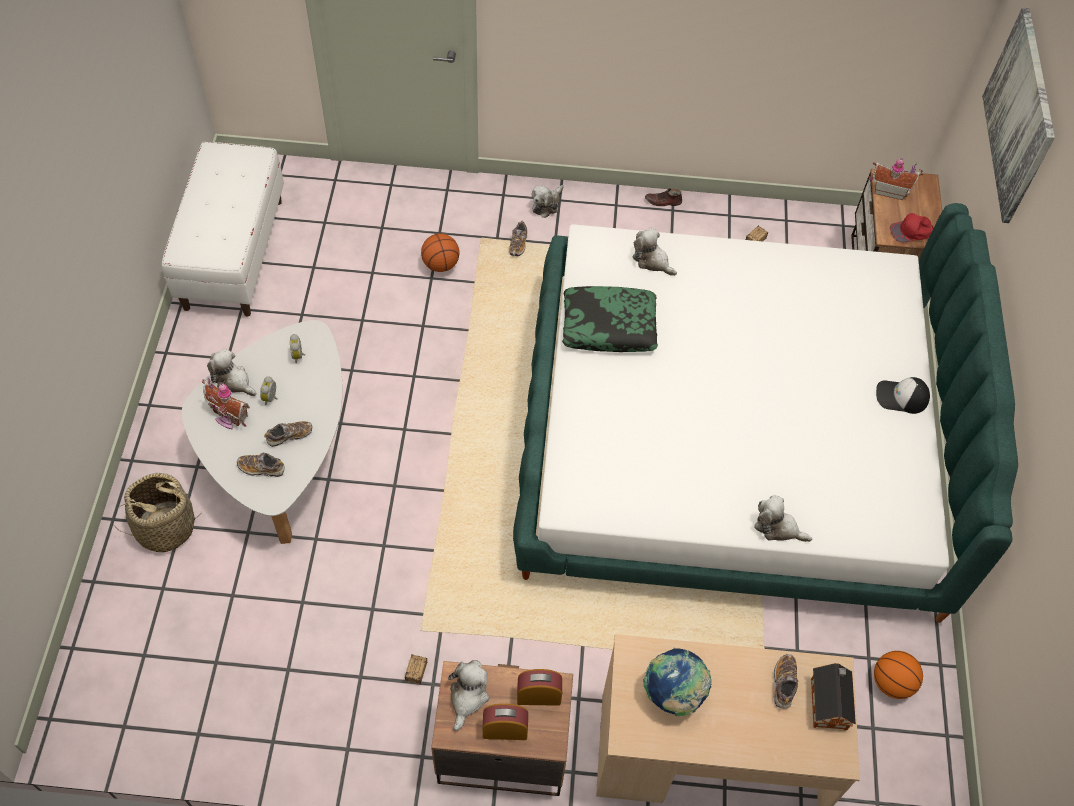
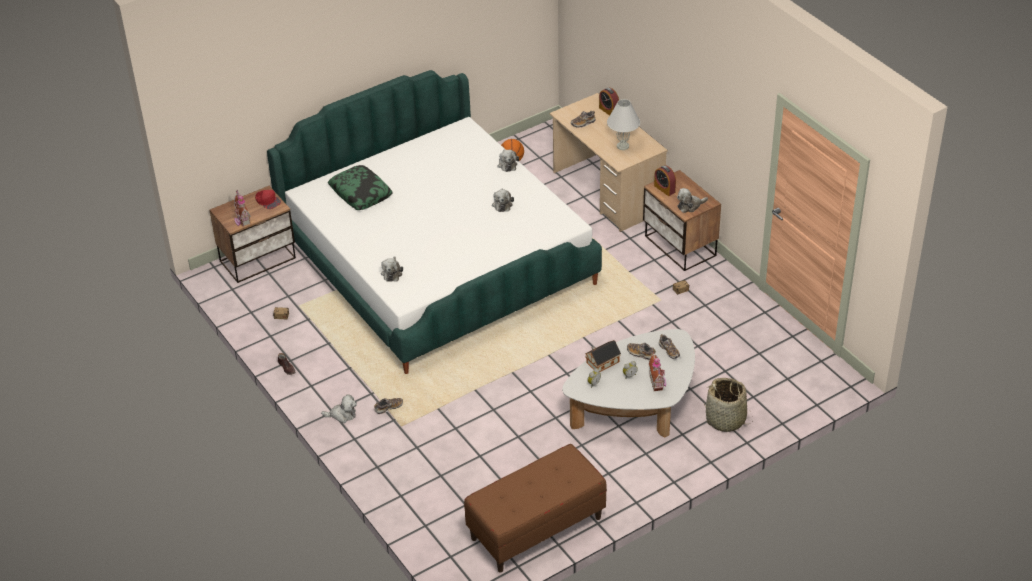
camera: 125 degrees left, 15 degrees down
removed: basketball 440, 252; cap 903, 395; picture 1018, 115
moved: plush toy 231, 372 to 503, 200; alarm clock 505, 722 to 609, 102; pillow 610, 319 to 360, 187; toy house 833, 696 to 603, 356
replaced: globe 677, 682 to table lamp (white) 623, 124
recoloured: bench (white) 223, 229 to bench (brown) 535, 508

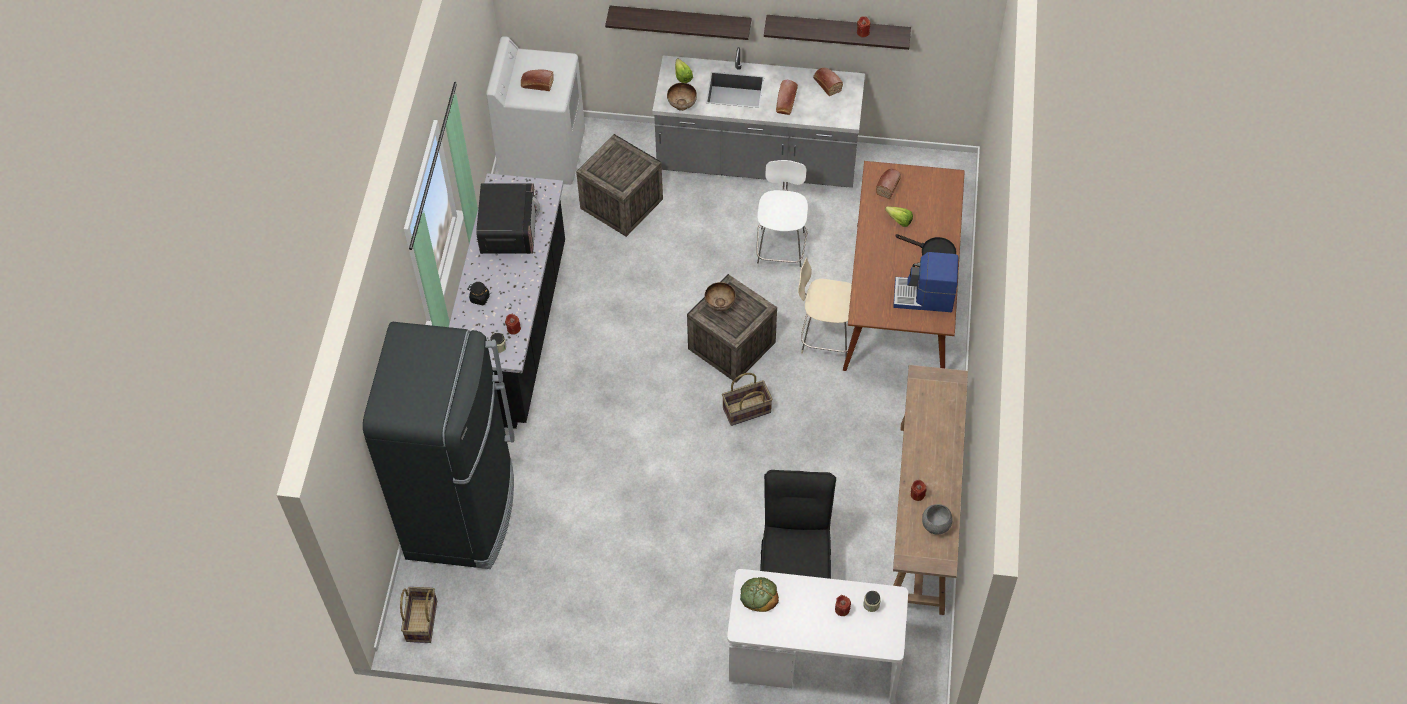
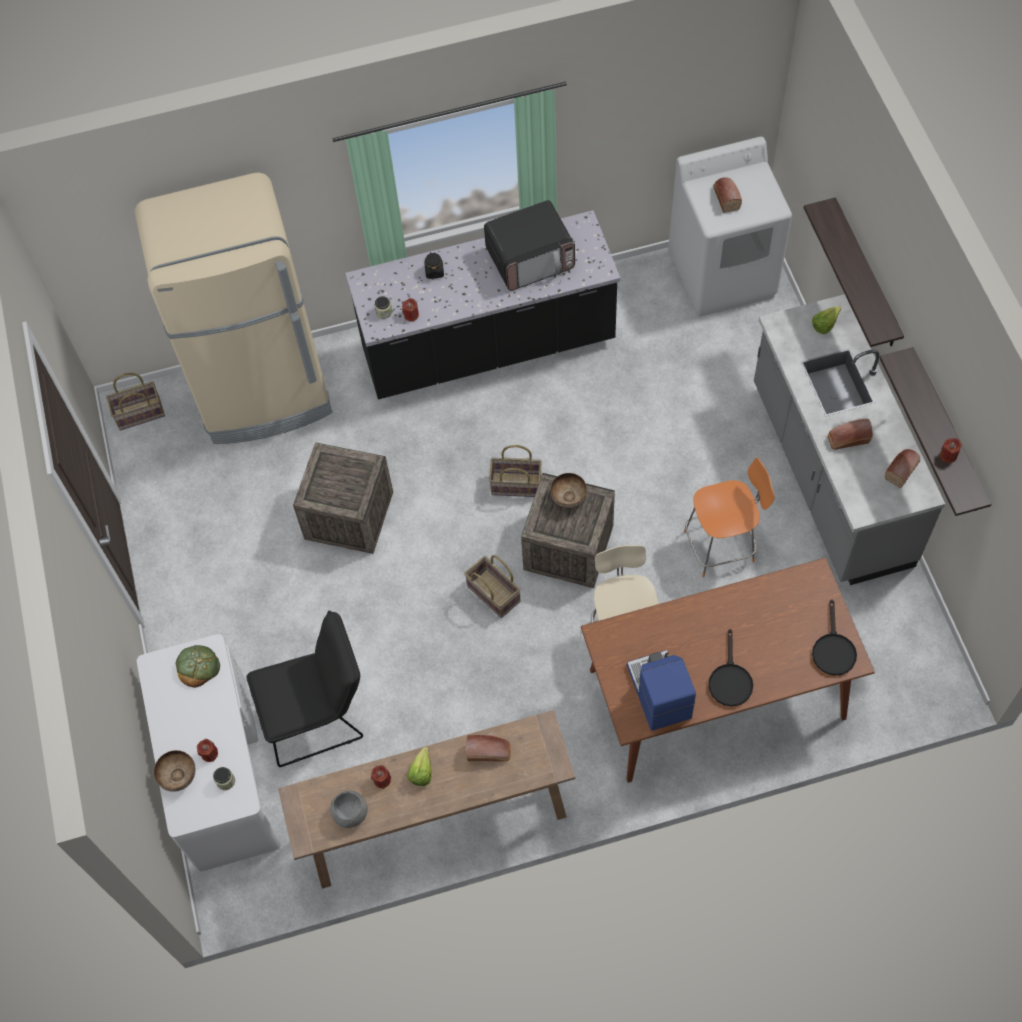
camera: 70 degrees right, 5 degrees up
added: basket 515, 471; frying pan (black) 834, 637
moved: crate 619, 185 to 343, 498; bowl 682, 97 to 175, 771; bread 888, 184 to 488, 748; lettuce 899, 216 to 419, 766
recoloured: fridge (black) 439, 445 to fridge (beige) 233, 308; chair (white) 782, 215 to chair (orange) 729, 517

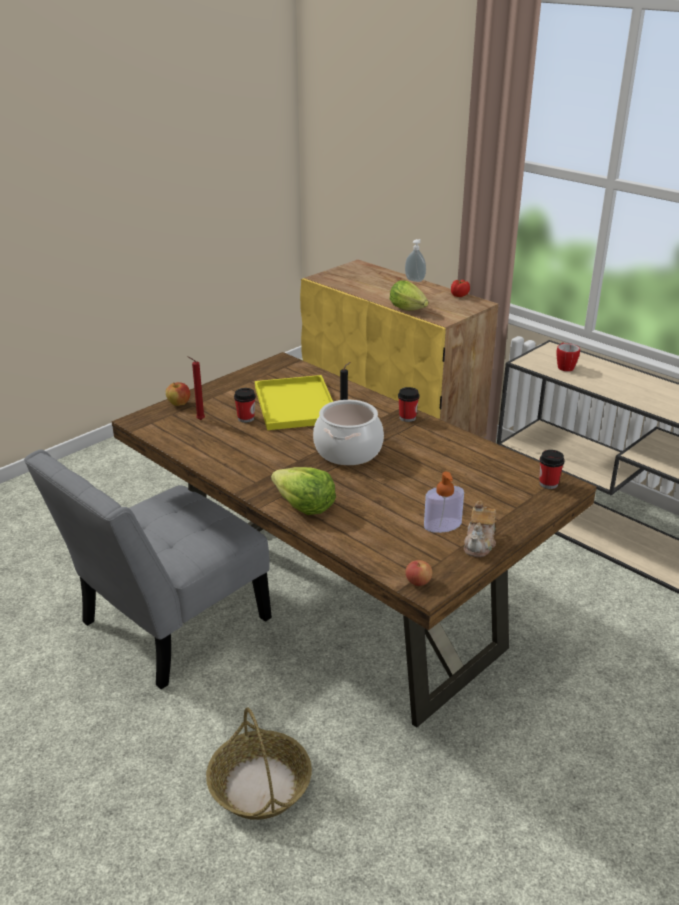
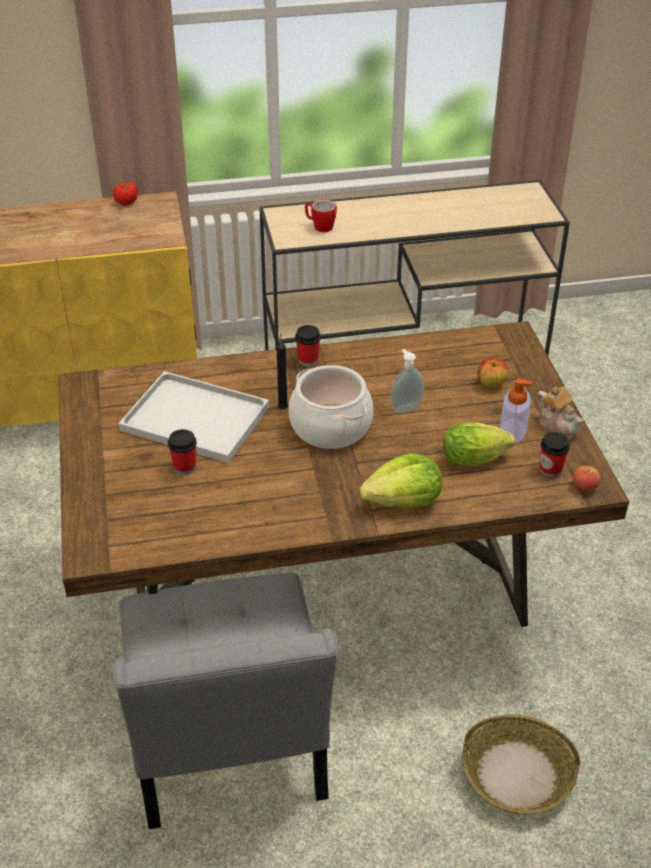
camera: 55 degrees left, 10 degrees up
removed: candle (red) 196, 388
moved: apple 178, 394 to 492, 373; lettuce 409, 295 to 479, 444; soap dispenser 415, 260 to 407, 381; cup 552, 469 to 555, 454
recoloured: tray (yellow) 294, 402 to tray (white) 193, 417

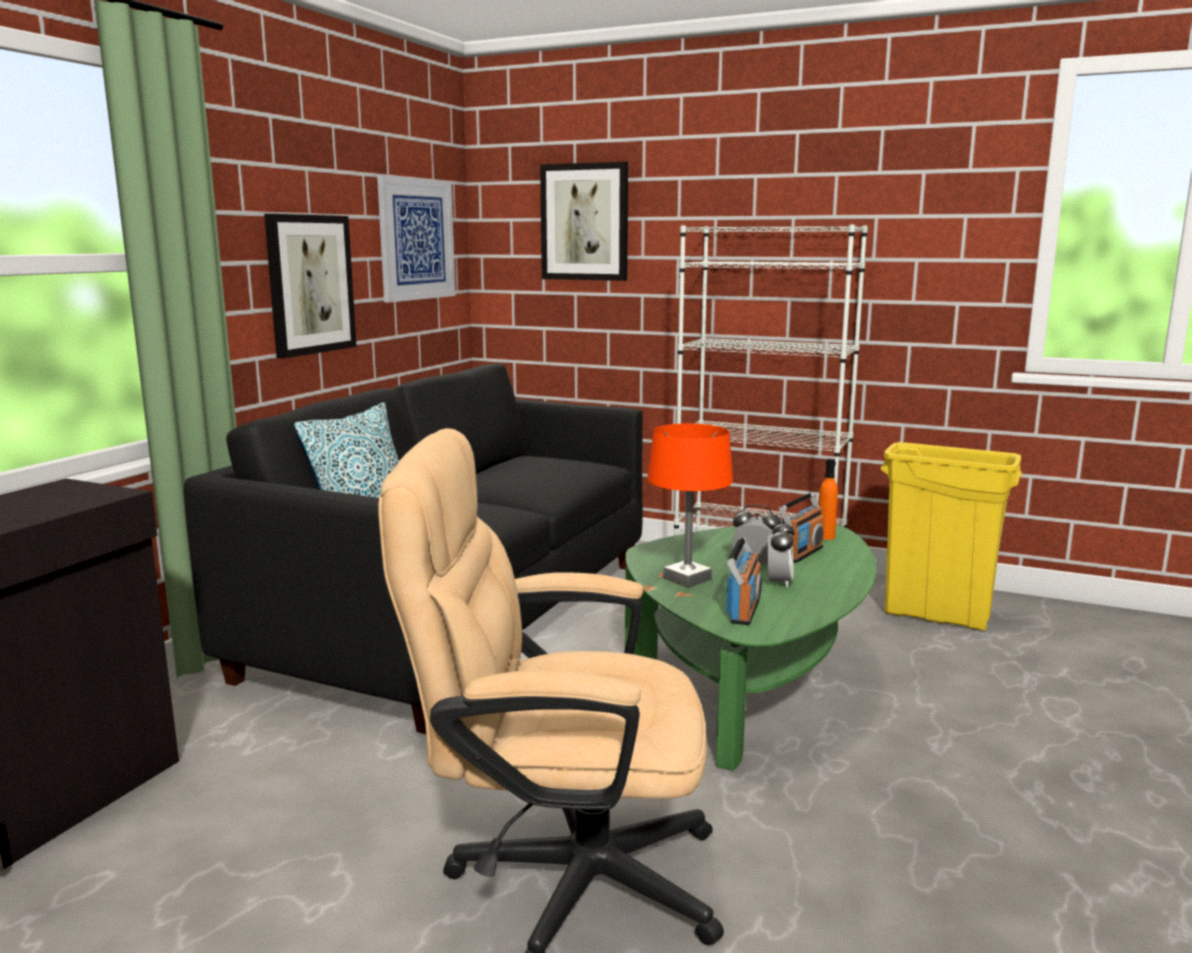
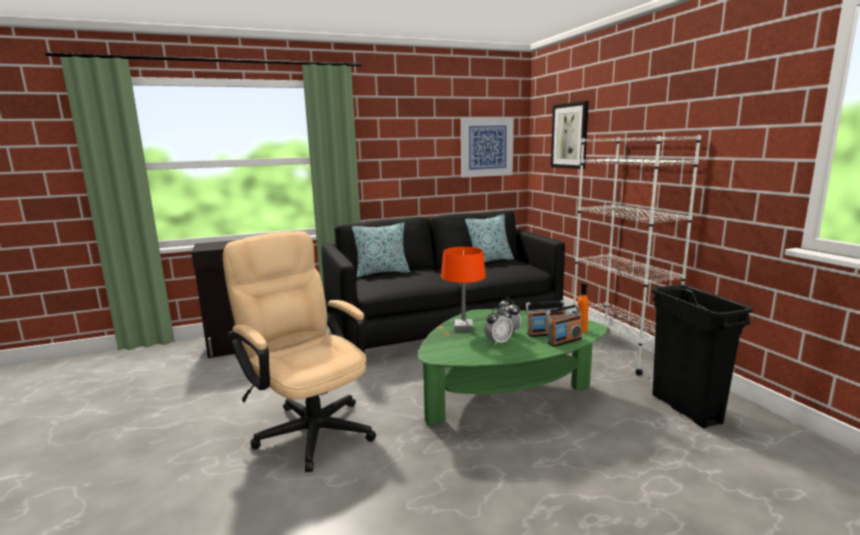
camera: 45 degrees right, 0 degrees up
removed: picture 310, 286
added: pillow 489, 238
moved: radio 744, 581 to 564, 325
recoloured: trash can (yellow) 951, 536 to trash can (black) 702, 356

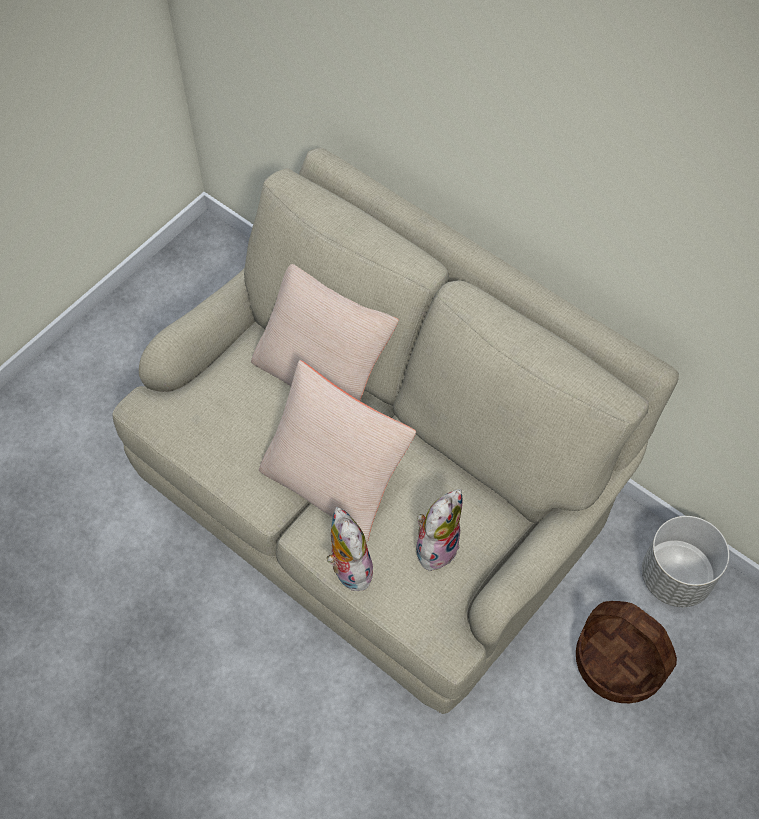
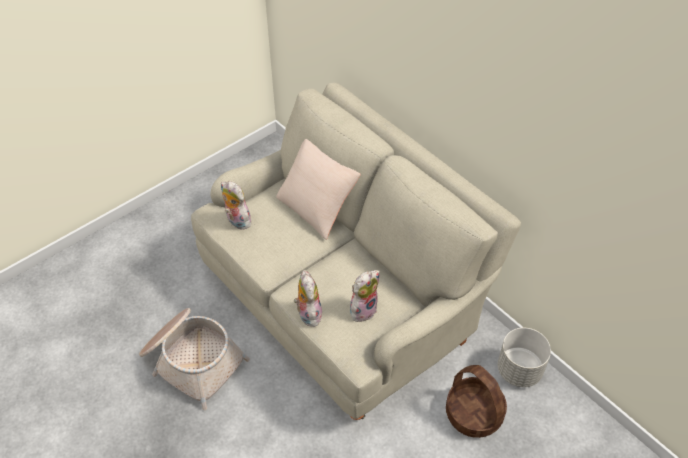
camera: 10 degrees right, 10 degrees down
removed: pillow (beige) 337, 451
added: basket 194, 359; plush toy 236, 205

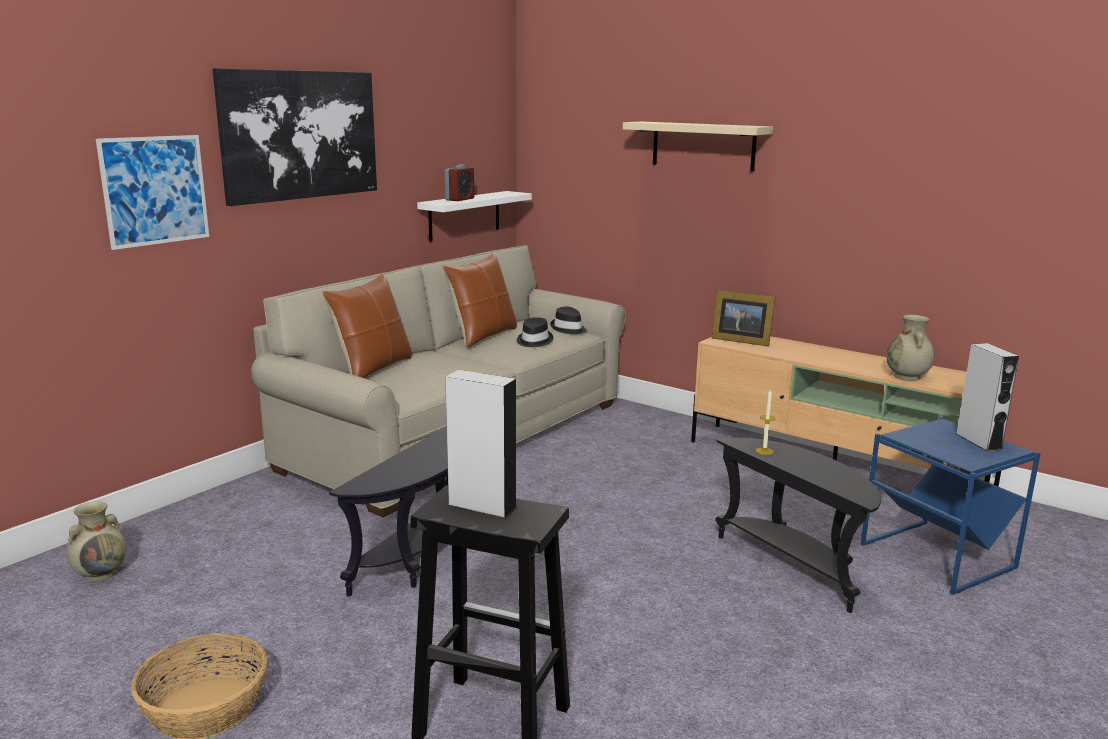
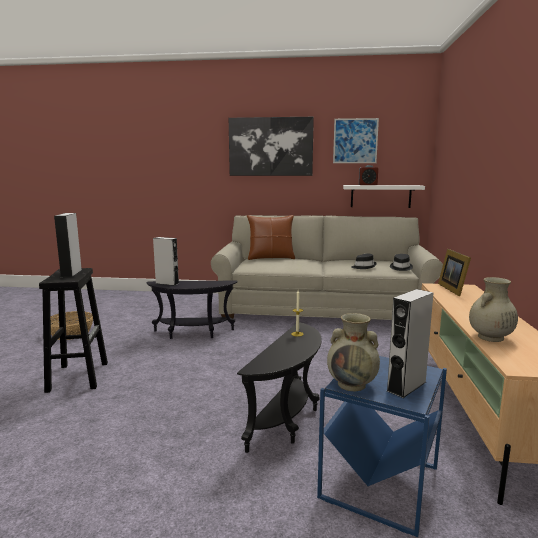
camera: 60 degrees right, 5 degrees down
removed: pillow (brown) 480, 300; shelf (beige) 698, 147
added: speaker (grey) 166, 261
moved: vase (beige) 96, 541 to 353, 352; picture 152, 192 to 356, 140

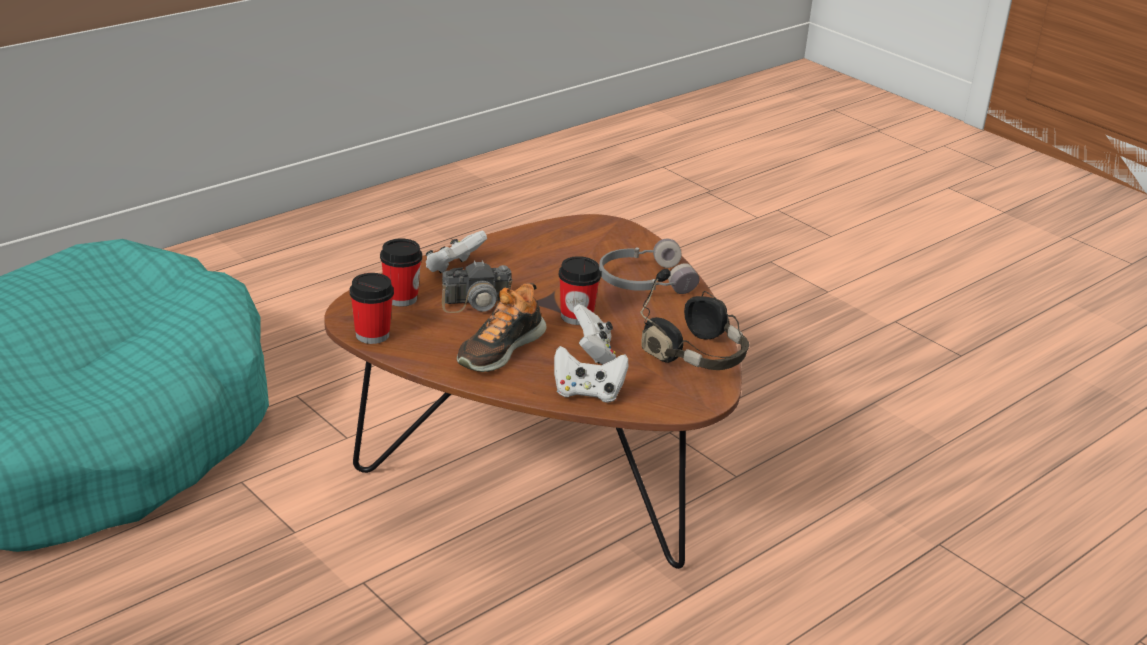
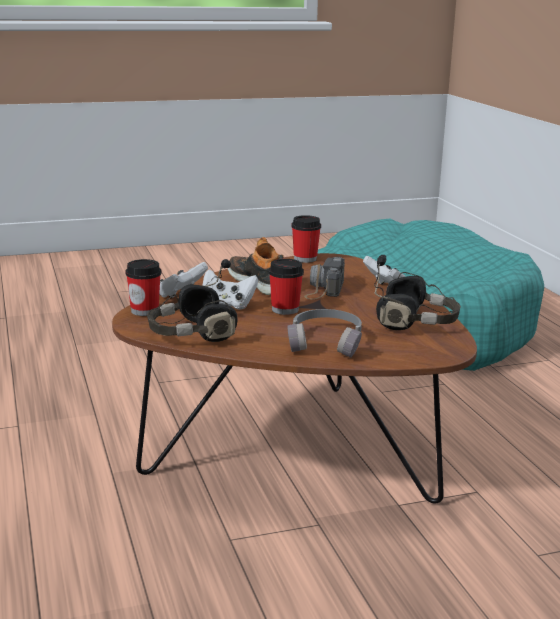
camera: 115 degrees right, 10 degrees down
added: headphones (black) 417, 292
moved: cup 401, 272 to 143, 287

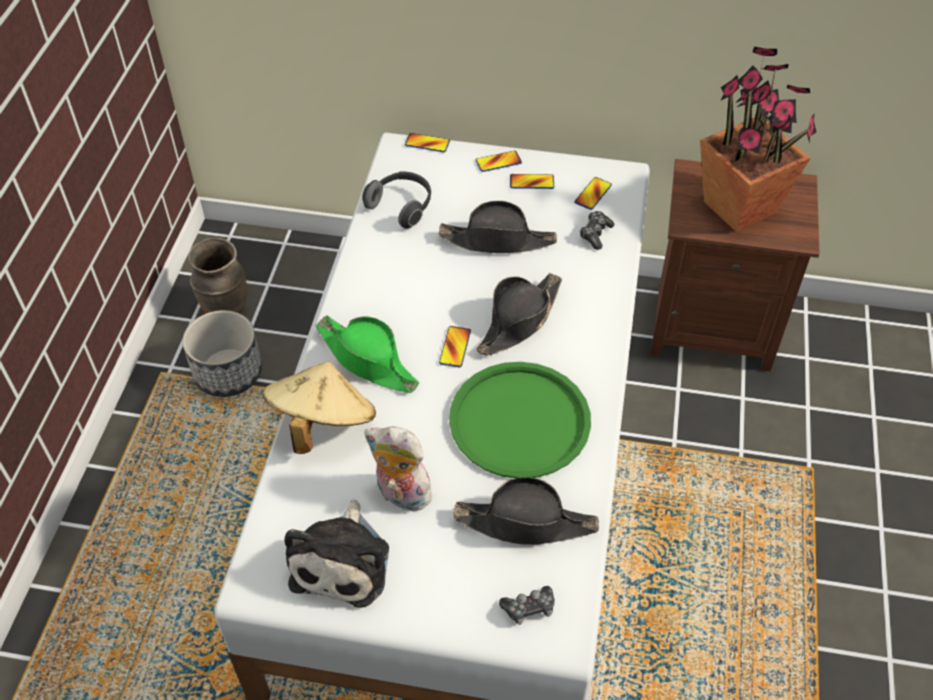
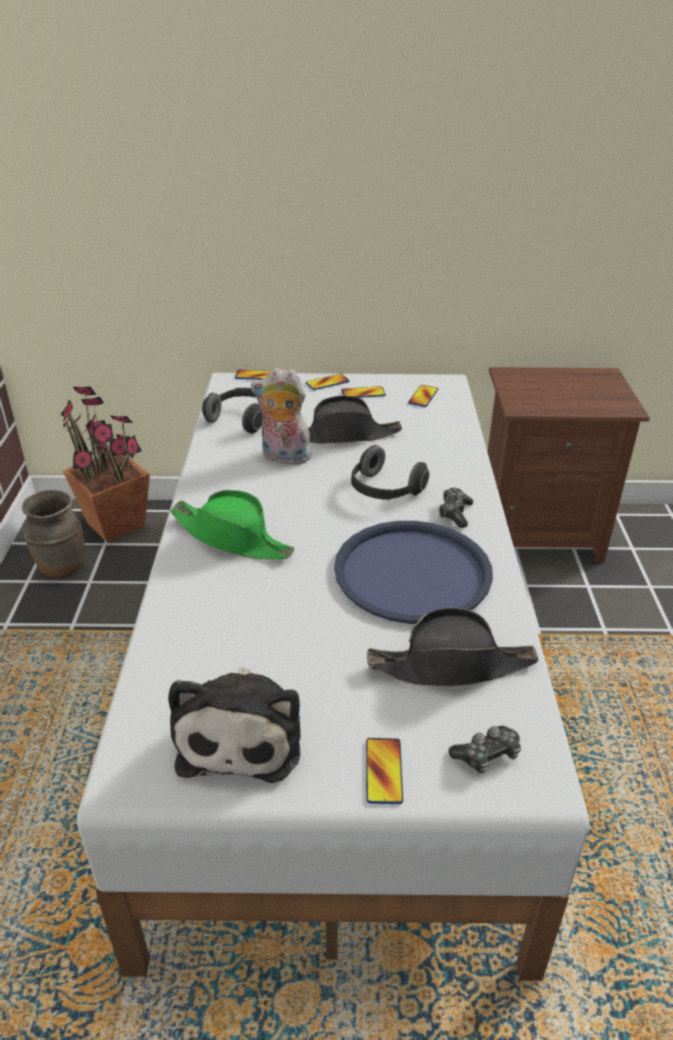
camera: 10 degrees left, 15 degrees down
removed: planter 222, 353; hat (beige) 319, 407
moved: plush toy 398, 469 to 281, 416; phone 455, 346 to 384, 771; game controller 597, 230 to 456, 508; potted plant 758, 139 to 105, 464
replaced: hat (black) 519, 314 to headphones 390, 472
recoloured: tray (green) 520, 420 to tray (blue) 413, 572

